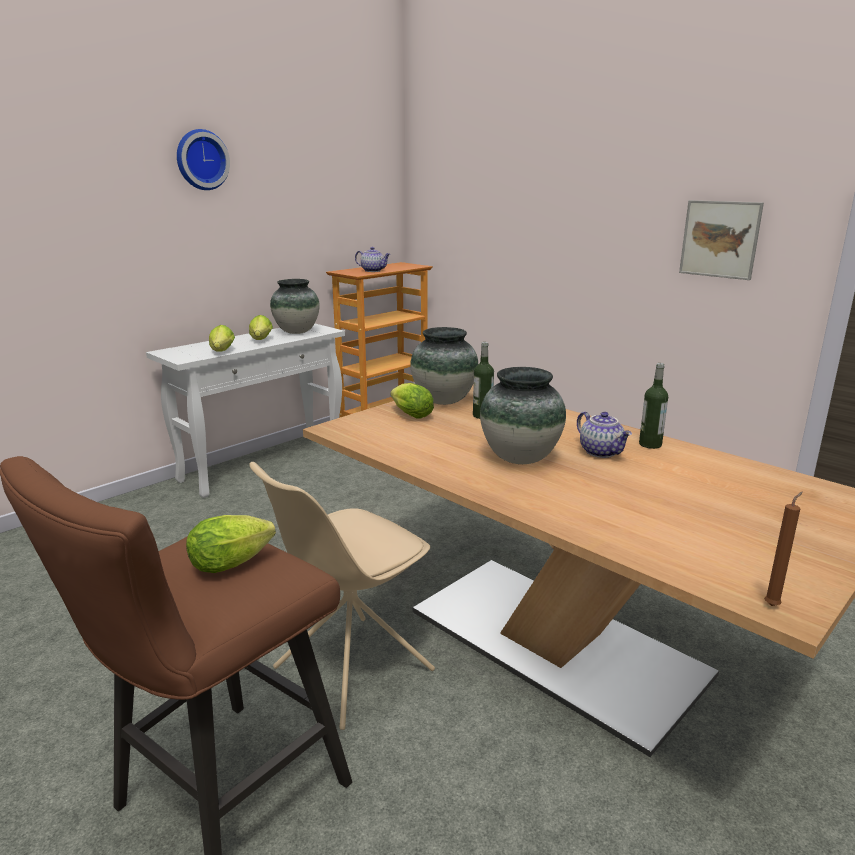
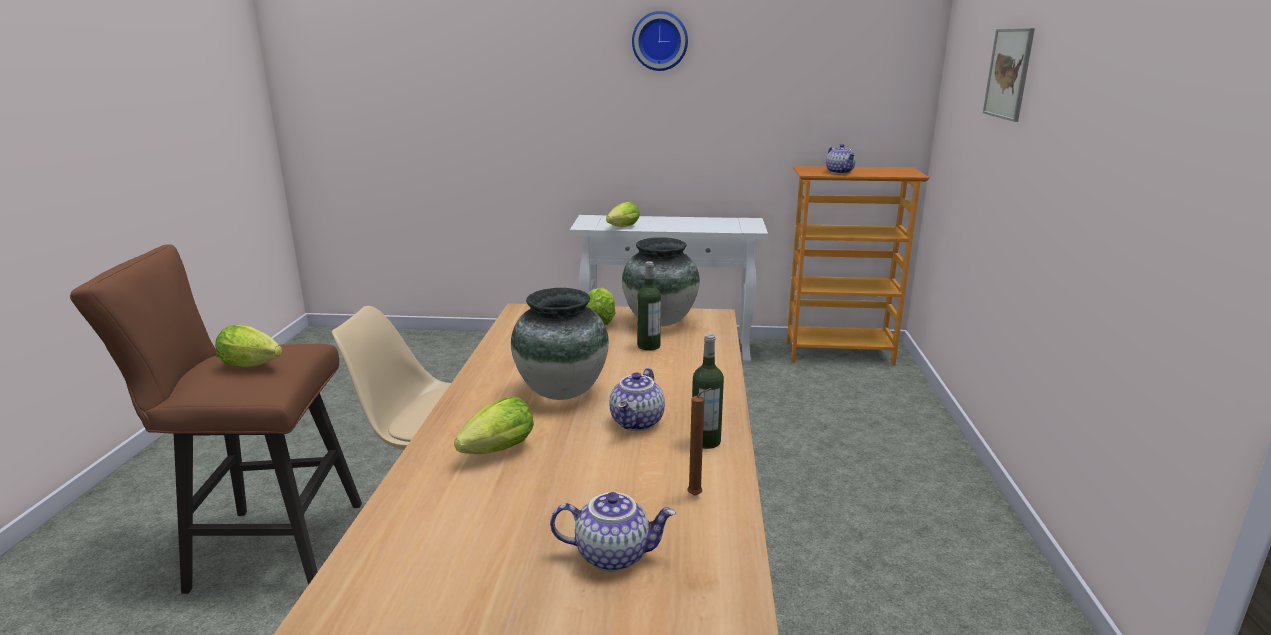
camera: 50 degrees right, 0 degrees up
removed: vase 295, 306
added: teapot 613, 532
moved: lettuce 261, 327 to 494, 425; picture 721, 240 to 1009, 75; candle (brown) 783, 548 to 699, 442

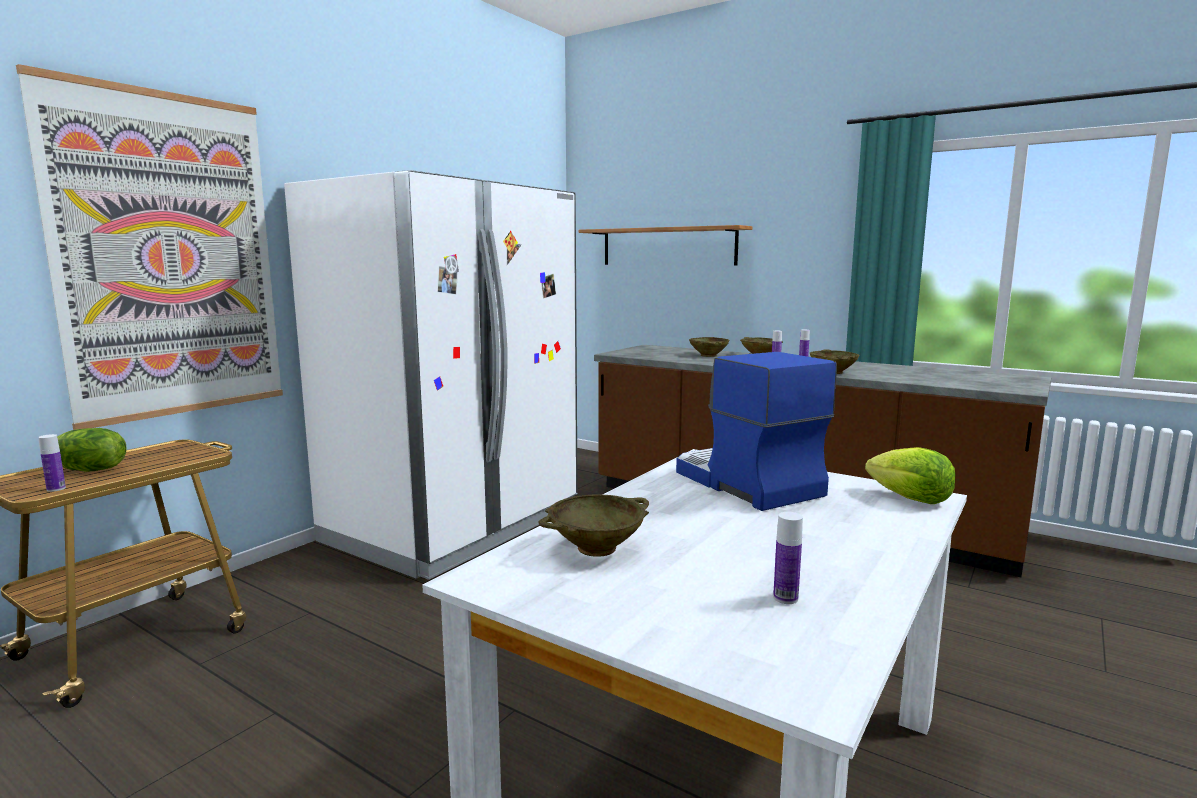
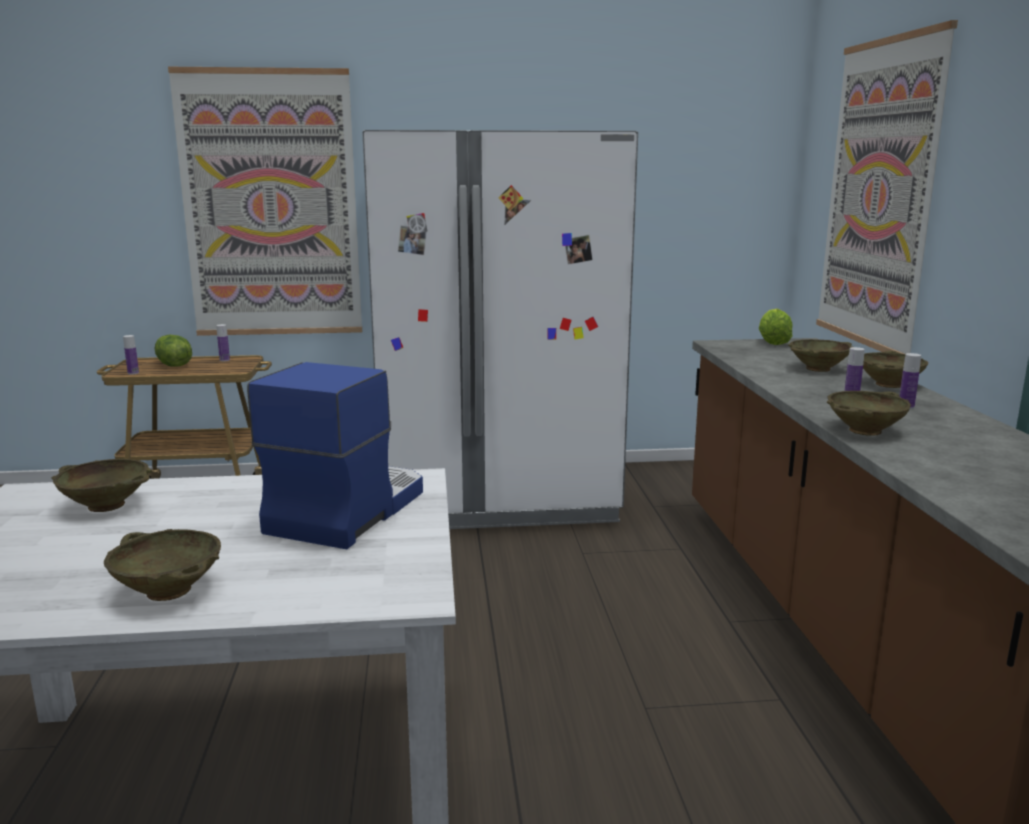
camera: 50 degrees right, 5 degrees up
added: bowl (beige) 162, 565
moved: bottle 788, 558 to 223, 342; lettuce 910, 475 to 776, 327
replaced: shelf 665, 245 to picture 887, 187

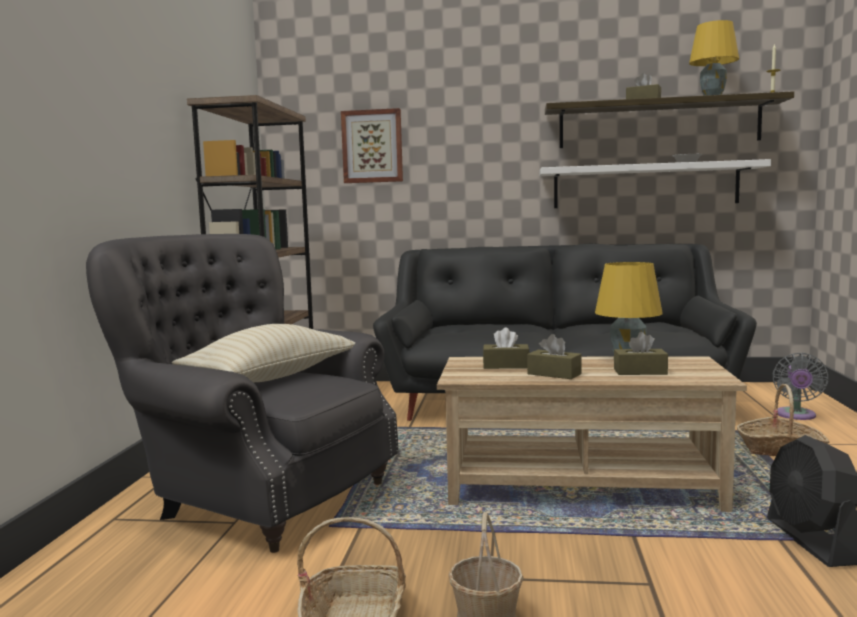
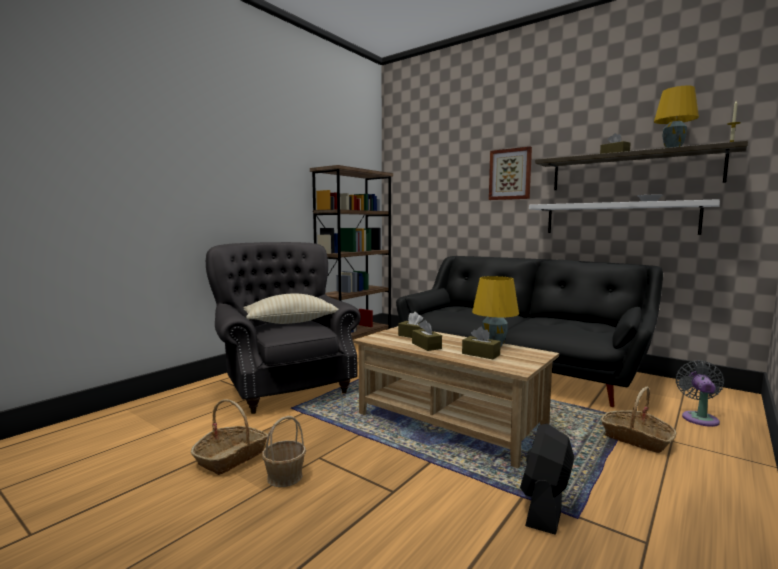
camera: 30 degrees right, 0 degrees up
moved: picture 372, 145 to 510, 173
turned: fan (grey) 800, 386 = 700, 393 150 degrees clockwise

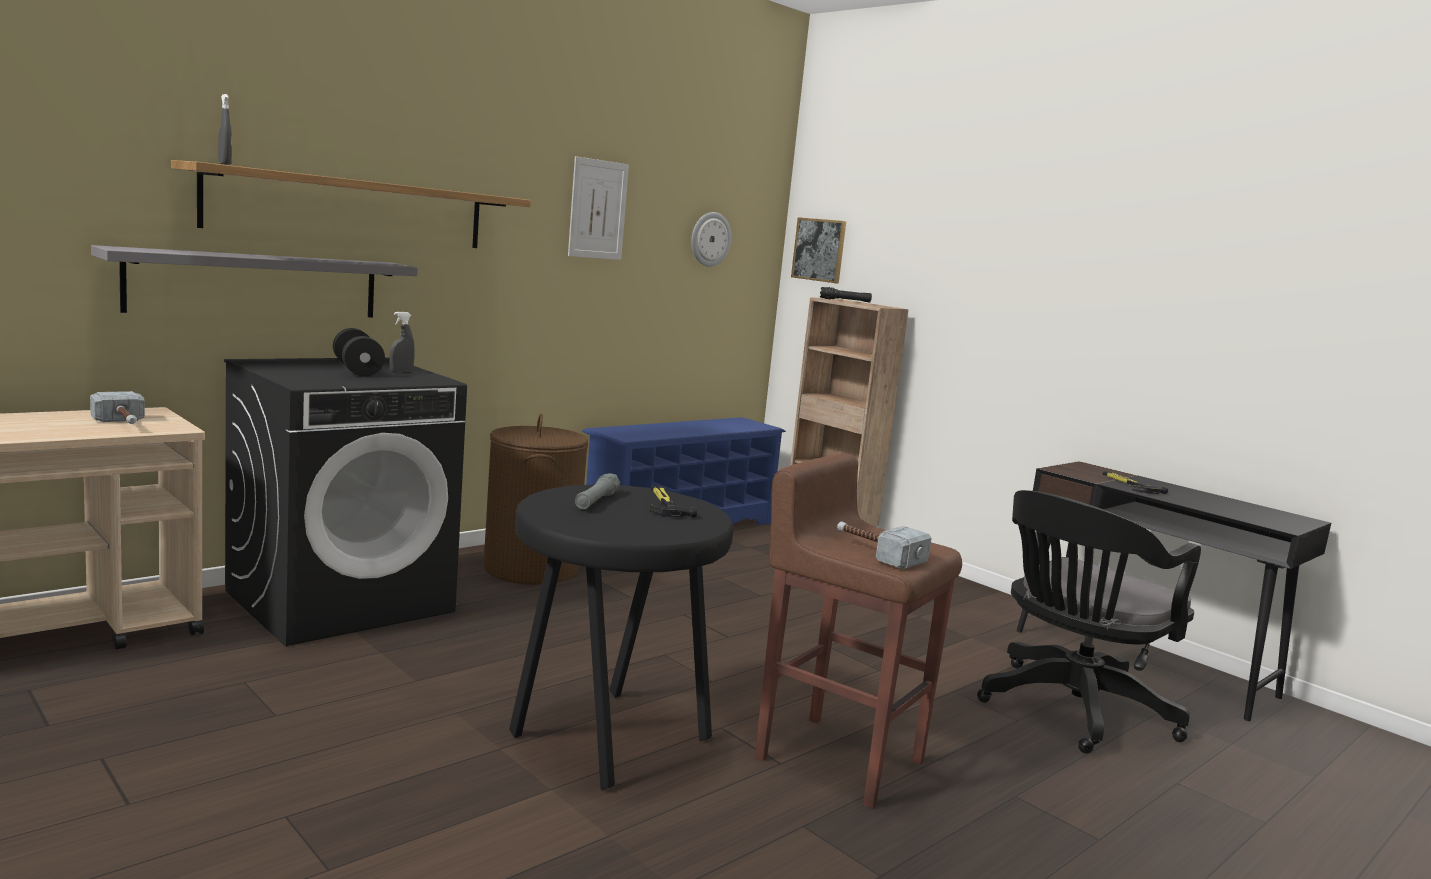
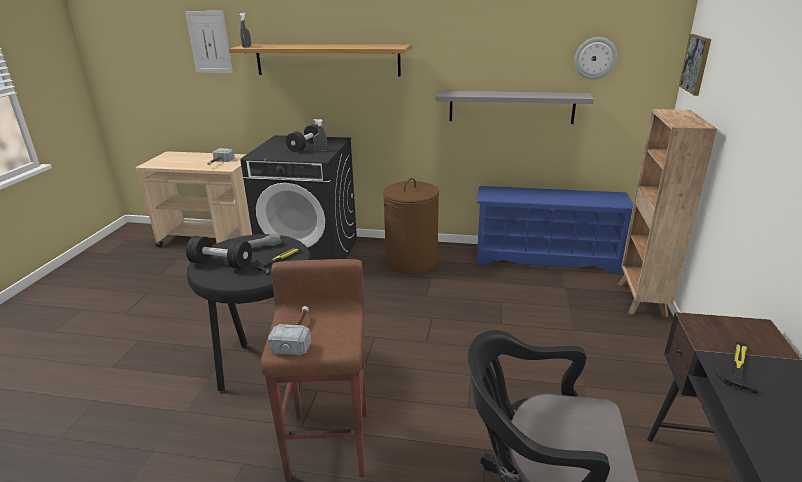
camera: 55 degrees right, 15 degrees up
removed: flashlight (black) 846, 294
added: dumbbell (black) 219, 252
moved: shelf (grey) 254, 281 to 515, 107; picture 598, 208 to 209, 42

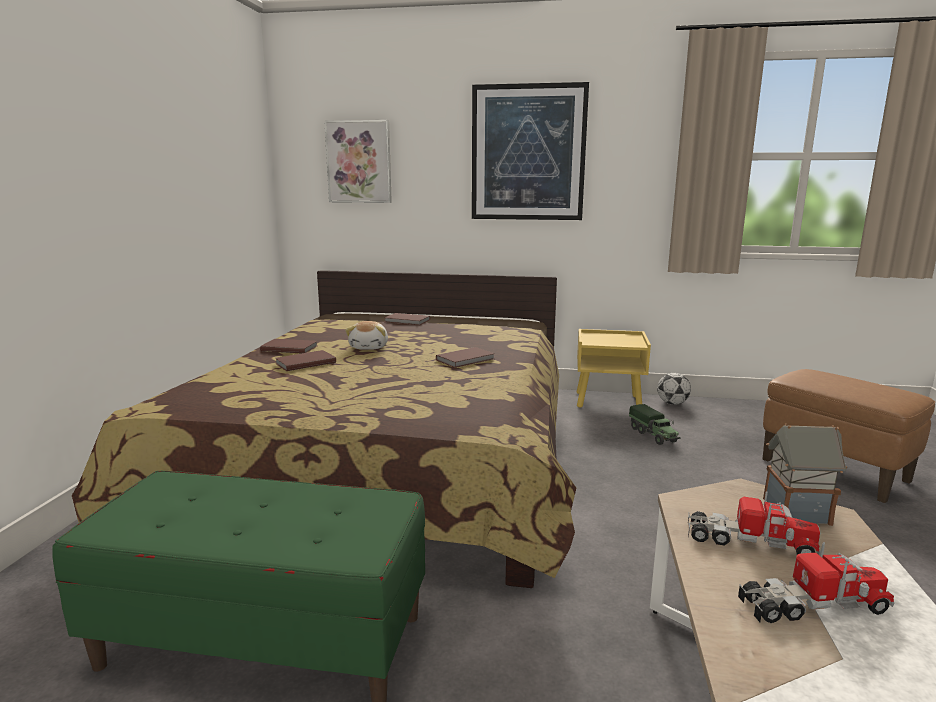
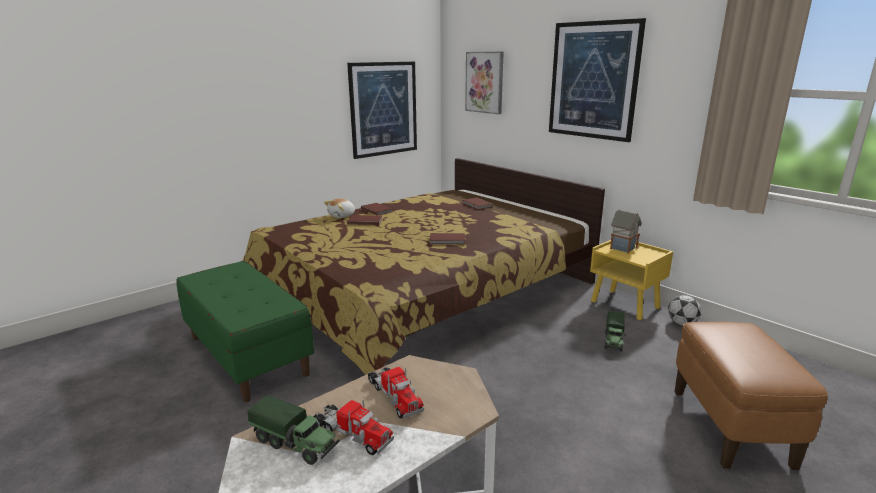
camera: 40 degrees right, 5 degrees up
added: toy truck 294, 430; picture 382, 110
moved: plush toy 366, 335 to 339, 208; toy house 805, 474 to 626, 231

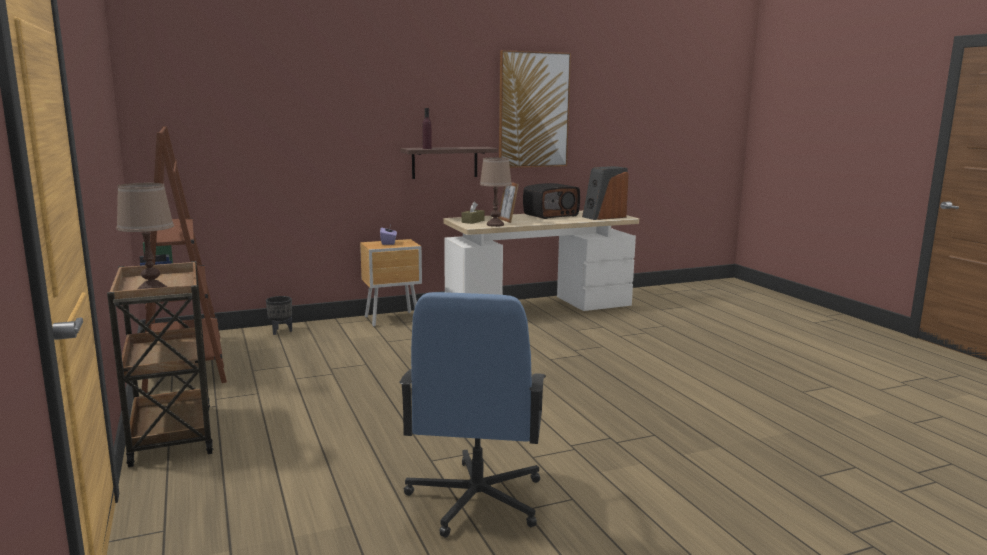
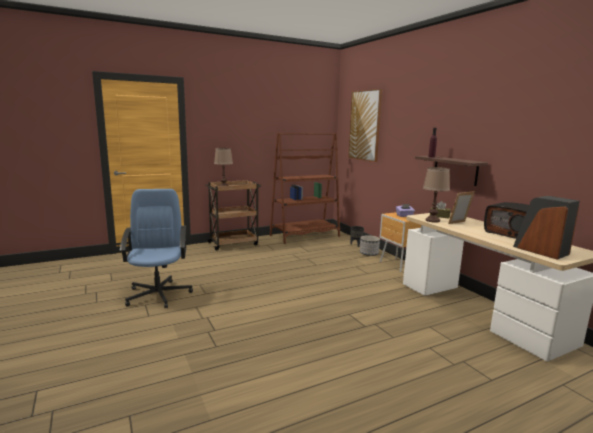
camera: 85 degrees right, 0 degrees up
added: planter 370, 245
moved: picture 535, 109 to 365, 125
turned: office chair (blue) 472, 415 = 156, 248 75 degrees clockwise

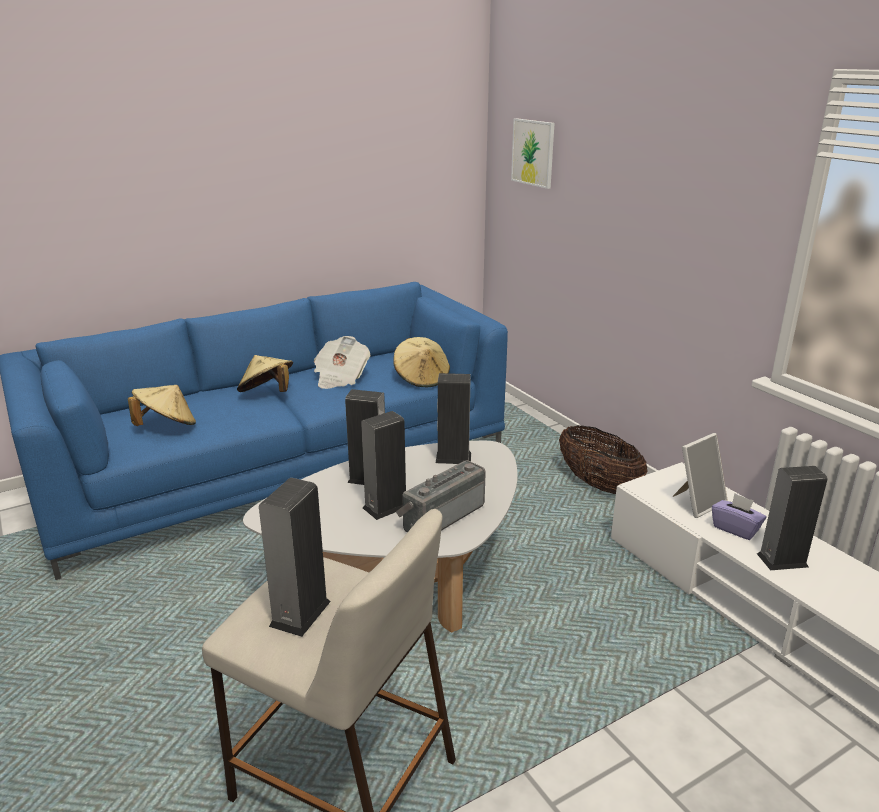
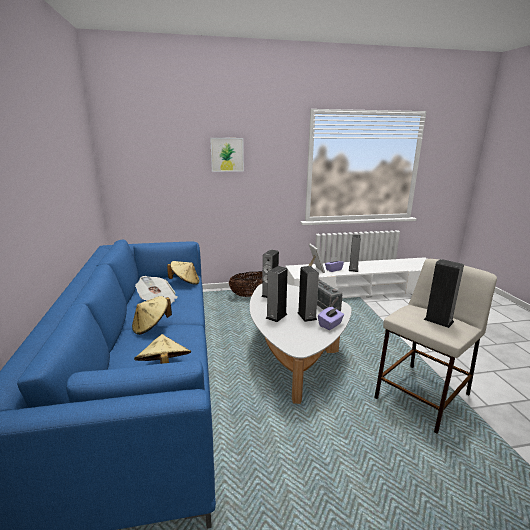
camera: 70 degrees left, 5 degrees down
added: tissue box (purple) 331, 318
moved: picture 533, 153 to 227, 155

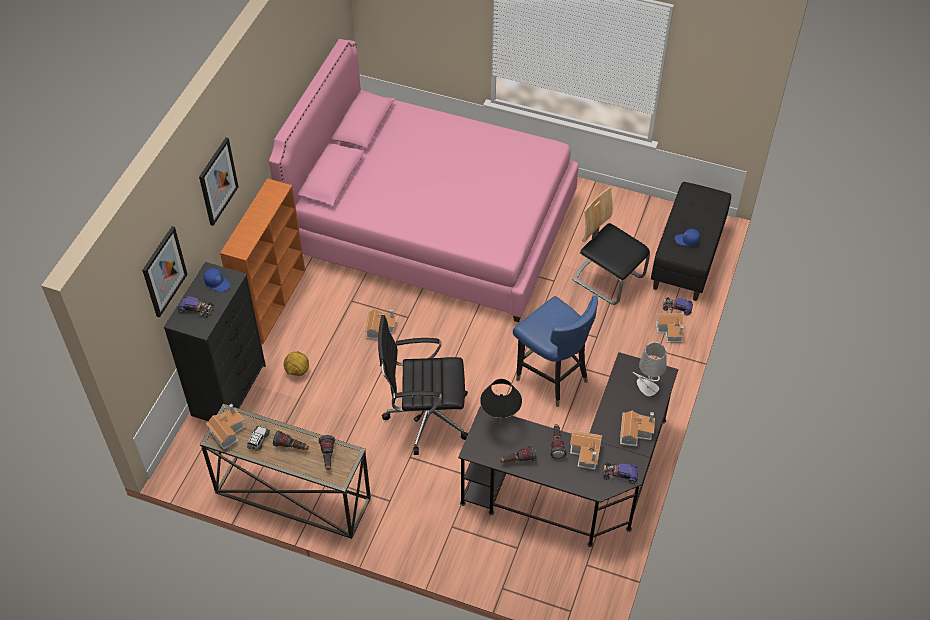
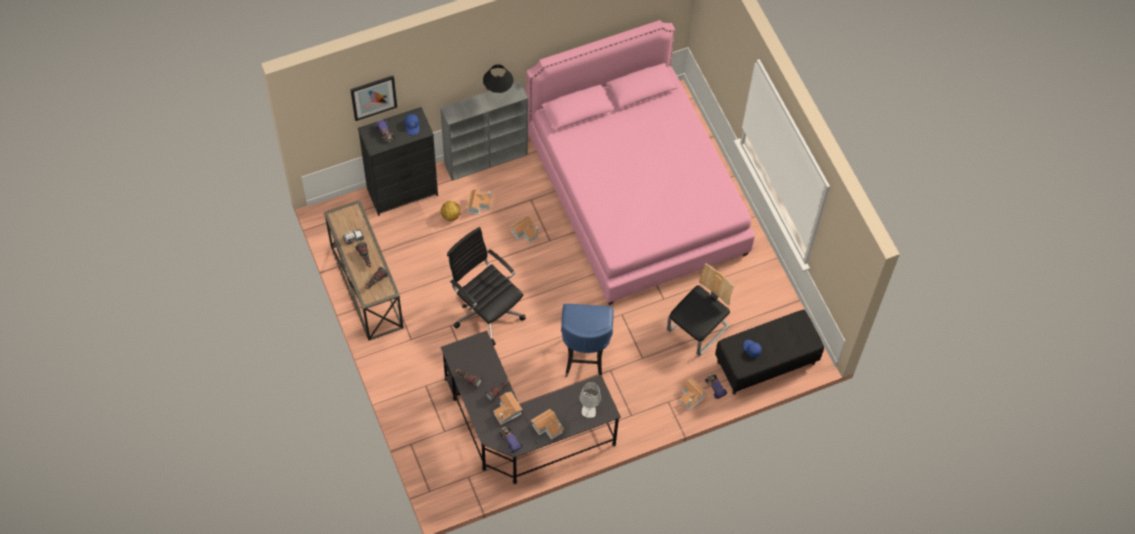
camera: 45 degrees right, 10 degrees up
removed: picture 219, 181
moved: toy house 225, 426 to 479, 201; table lamp (black) 501, 401 to 498, 81
recoloured: bookcase (orange) 262, 261 to bookcase (grey) 484, 131
turned: chair 611, 246 = 700, 310 45 degrees clockwise

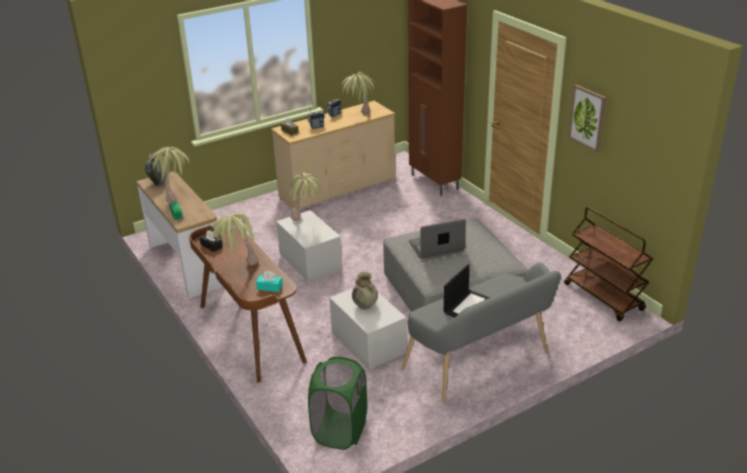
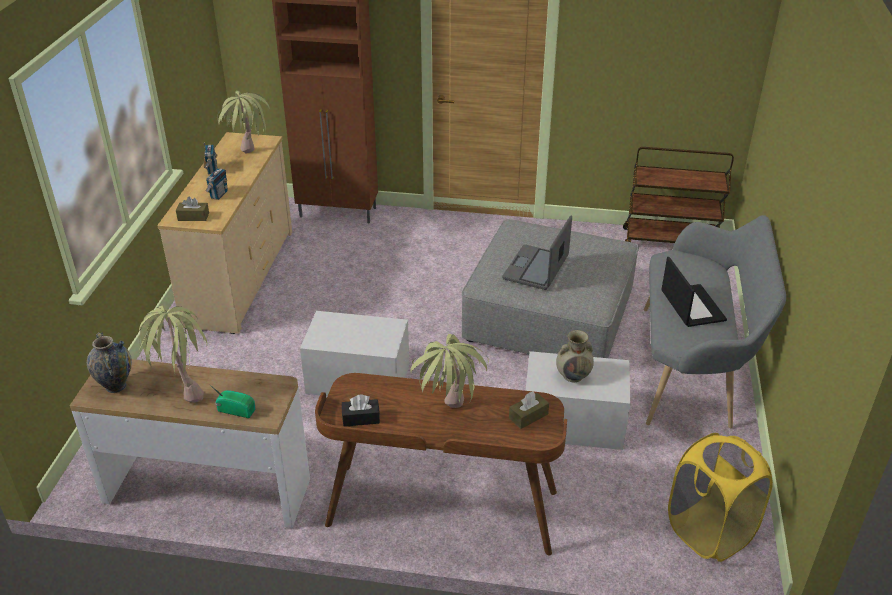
camera: 50 degrees left, 5 degrees up
removed: potted plant 305, 196; picture 587, 118
recoloured: tissue box (turquoise) 269, 281 to tissue box (brown) 529, 410; laundry basket (green) 337, 403 to laundry basket (yellow) 720, 497

